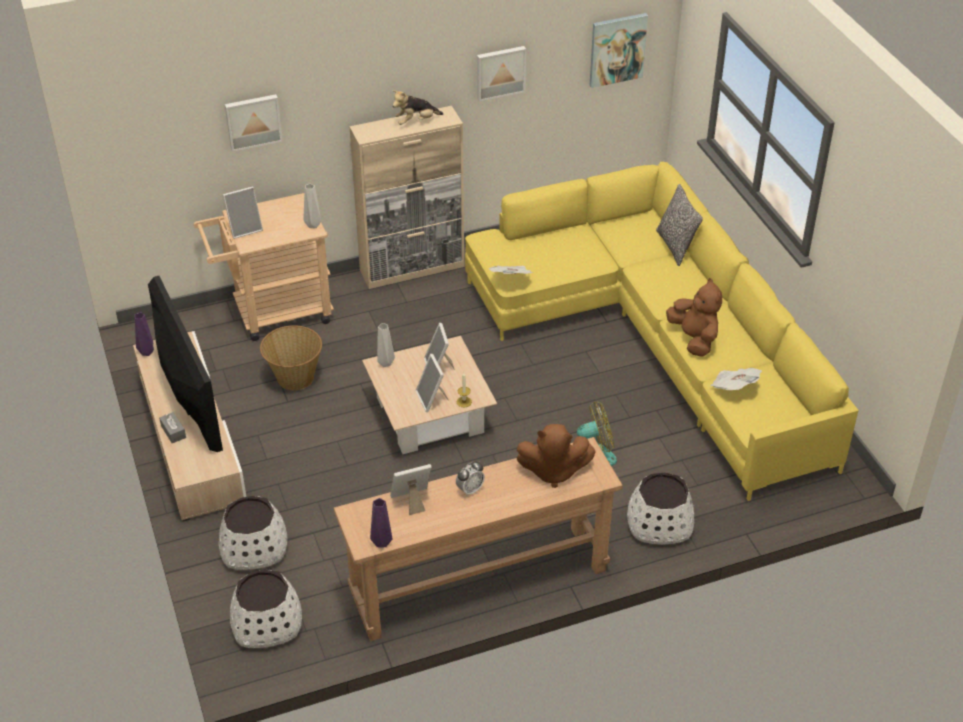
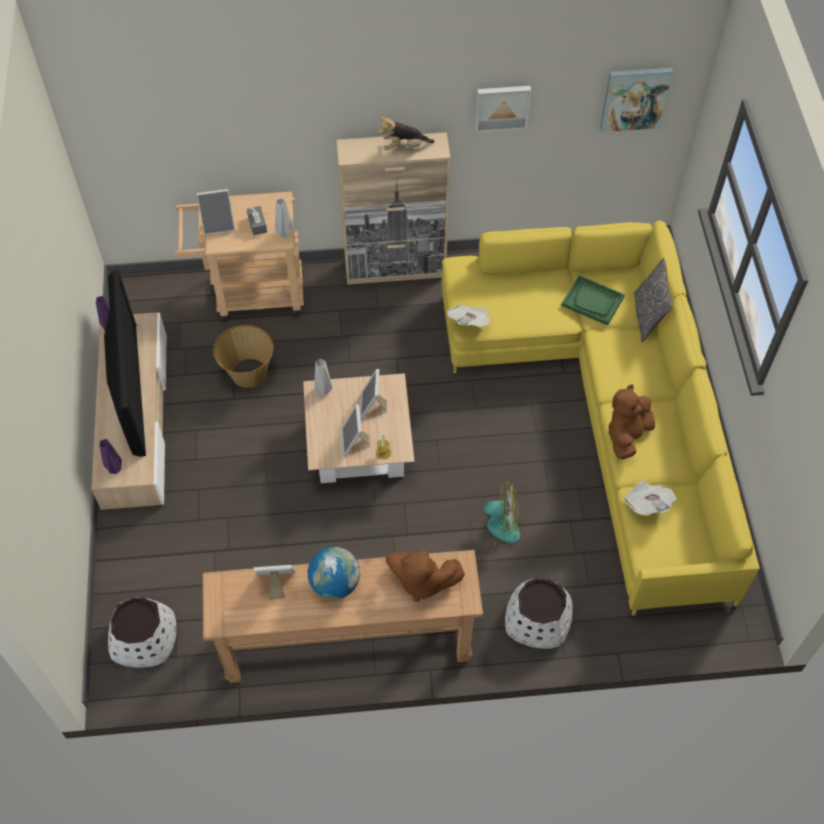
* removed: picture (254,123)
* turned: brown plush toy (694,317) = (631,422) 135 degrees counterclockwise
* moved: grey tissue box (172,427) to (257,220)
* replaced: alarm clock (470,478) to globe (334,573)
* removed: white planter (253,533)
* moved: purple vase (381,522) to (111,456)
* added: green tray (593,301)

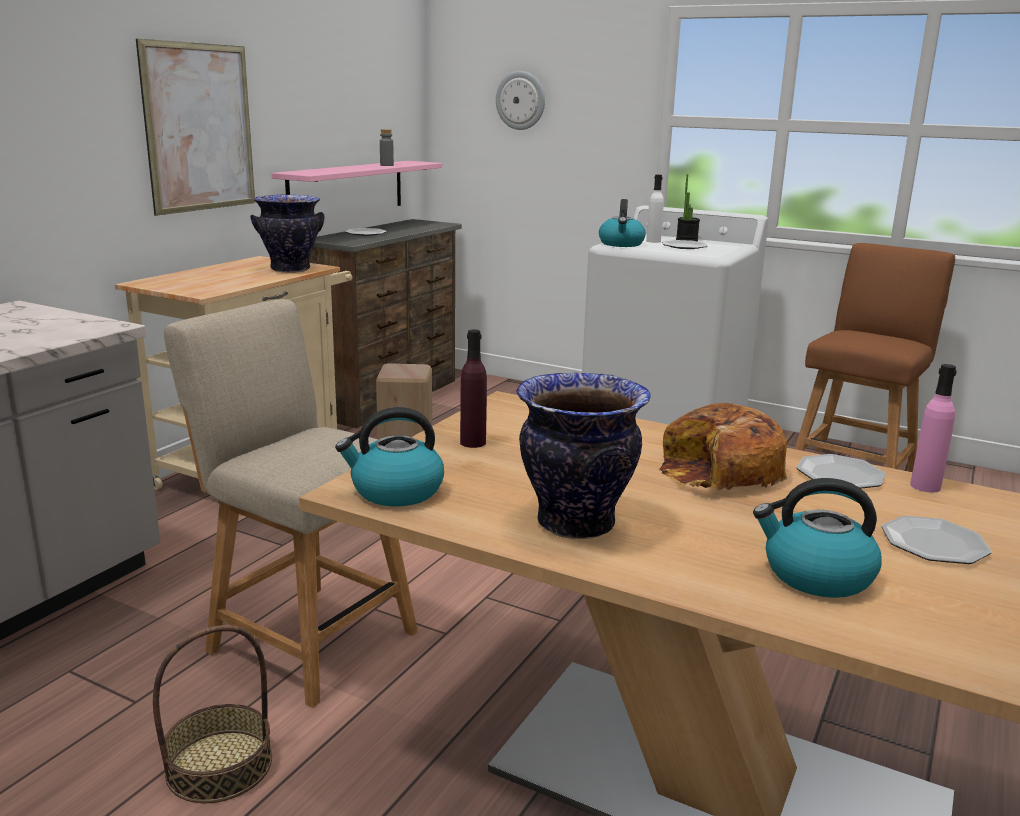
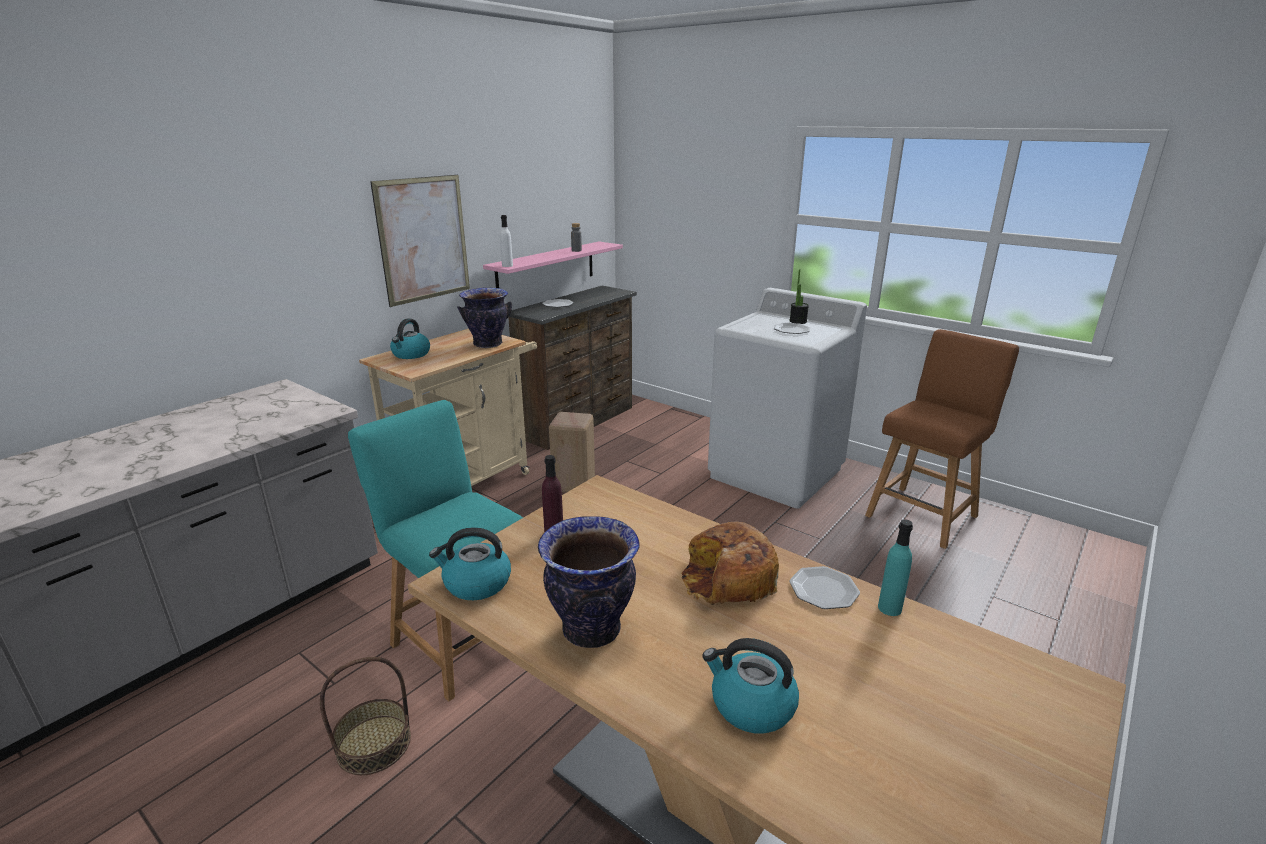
* removed: wall clock (520,100)
* moved: white bottle (655,209) to (506,241)
* moved: kettle (622,223) to (410,338)
* recoloured: beige chair (291,503) to turquoise chair (435,551)
* recoloured: pink bottle (933,428) to turquoise bottle (895,567)
* removed: plate (937,540)

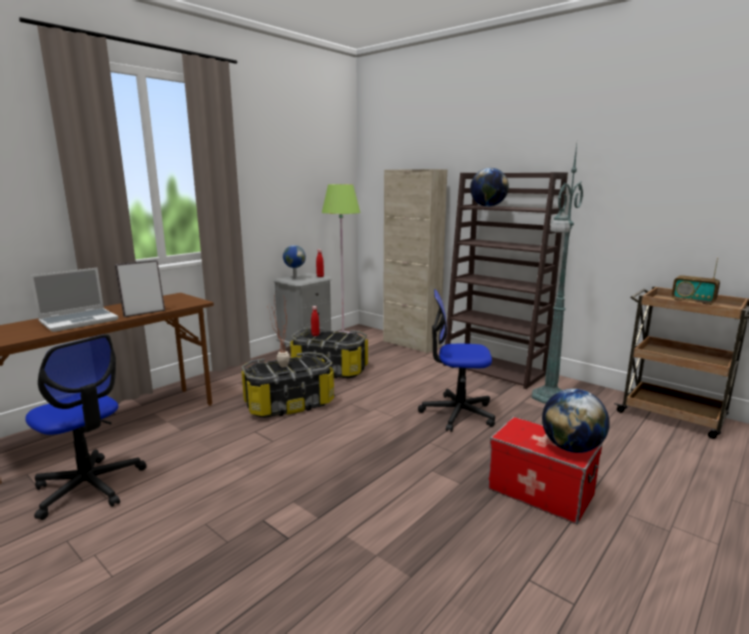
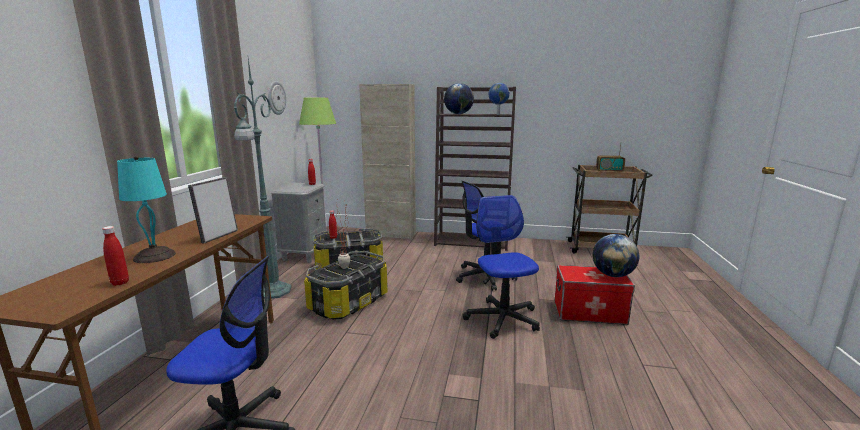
* moved: green floor lamp (557,274) to (262,179)
* moved: globe (294,262) to (499,99)
* replaced: laptop (74,300) to turquoise table lamp (146,209)
* added: wall clock (277,98)
* added: office chair (501,267)
* added: red bottle (115,256)

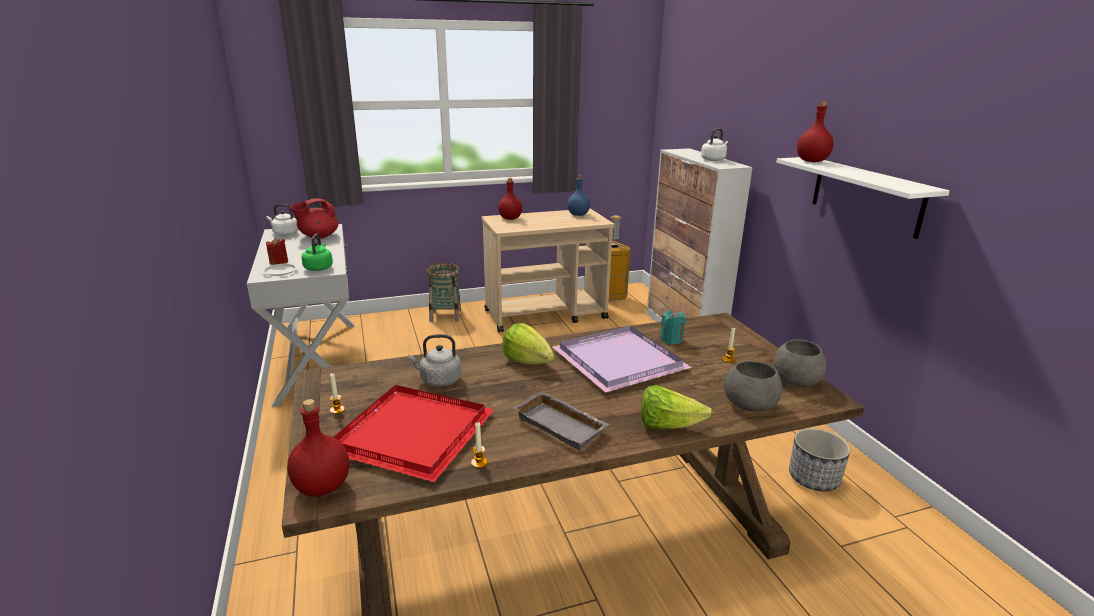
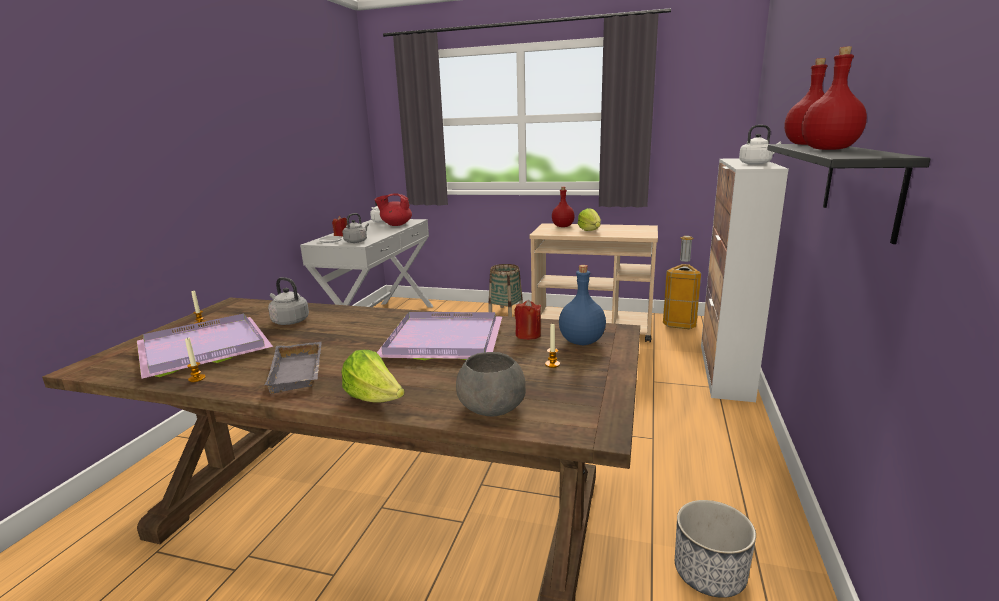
* recoloured: white shelf (863,198) to black shelf (849,194)
* moved: blue bottle (579,195) to (582,305)
* recoloured: green kettle (317,252) to grey kettle (356,228)
* recoloured: turquoise candle (673,327) to red candle (528,320)
* moved: lettuce (528,344) to (589,219)
* removed: grey bowl (799,363)
* recoloured: red tray (414,433) to purple tray (205,346)
* moved: red bottle (318,448) to (834,98)

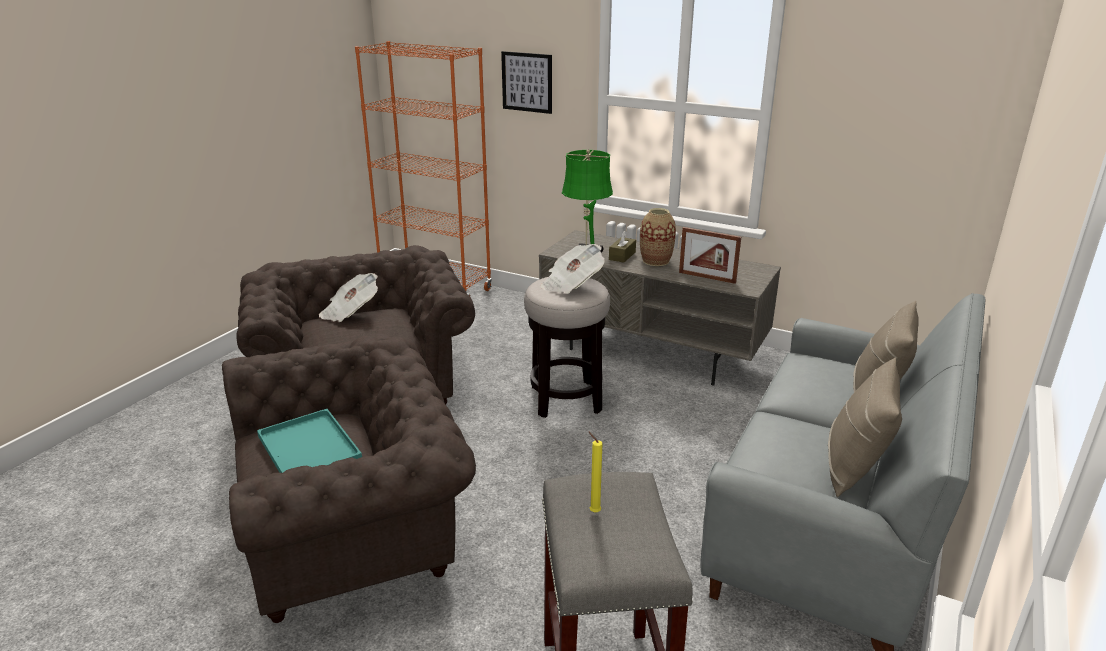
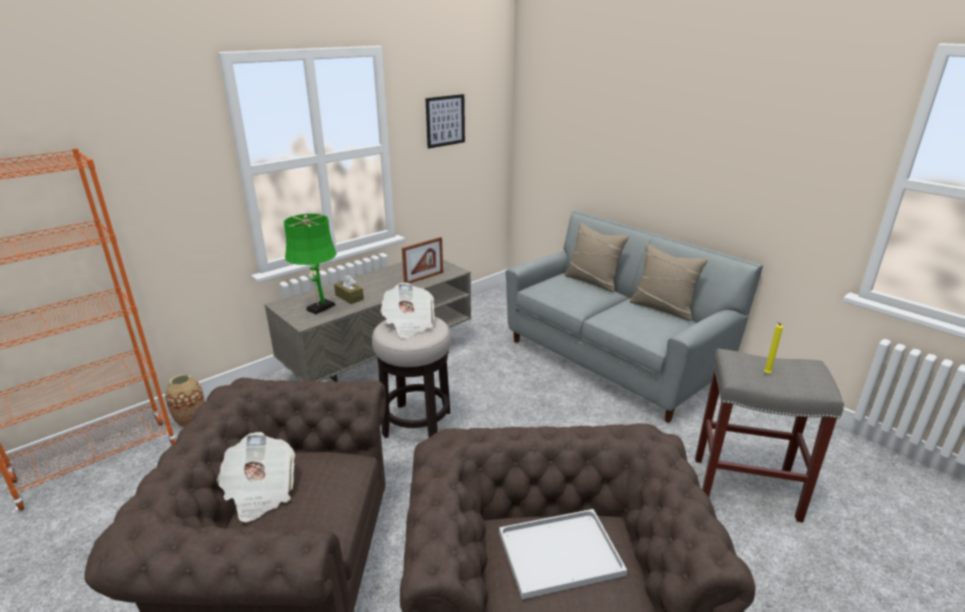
* moved: picture (526,82) to (445,121)
* moved: vase (658,237) to (185,401)
* recoloured: turquoise tray (309,441) to white tray (563,554)

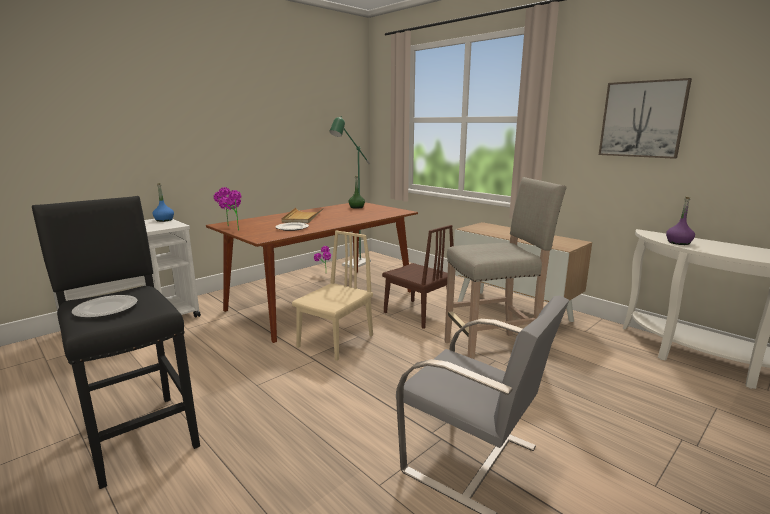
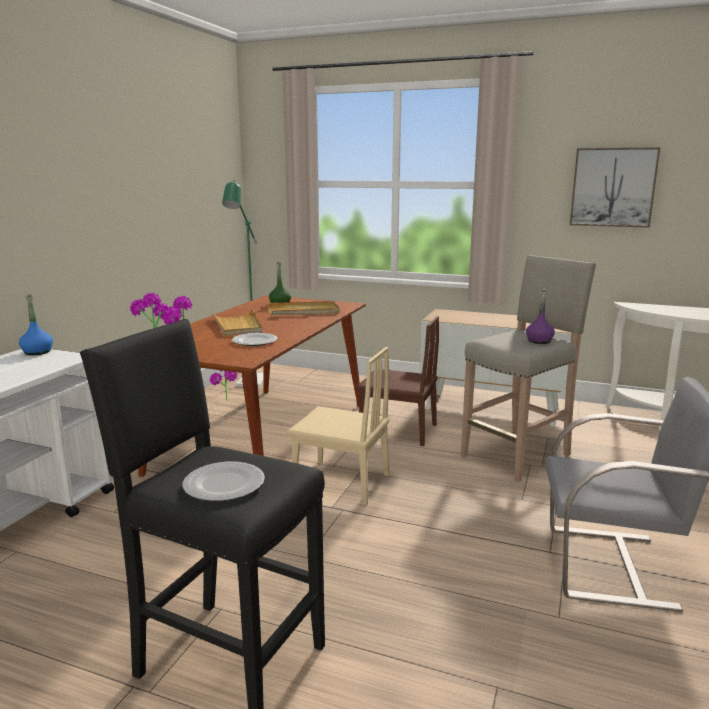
* moved: purple bottle (680,221) to (540,316)
* turned: beige chair (332,295) = (338,426) 105 degrees clockwise
* added: beige tray (304,308)

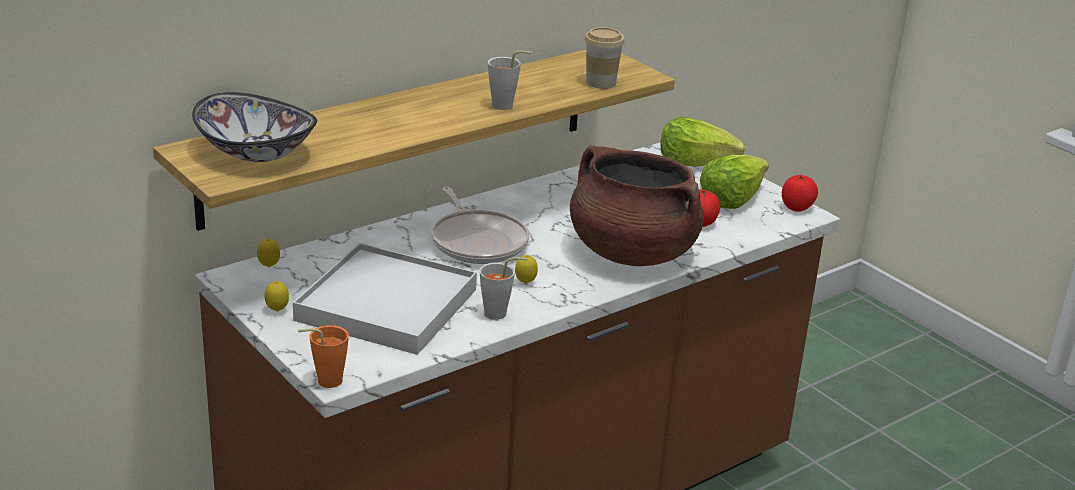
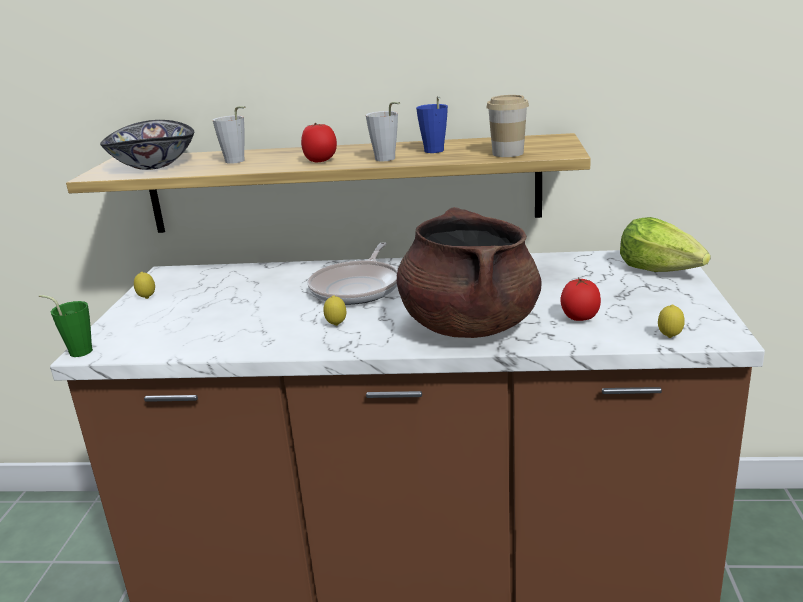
* removed: lettuce (734,182)
* moved: tomato (800,193) to (319,142)
* moved: lemon (268,252) to (671,321)
* removed: white tray (385,299)
* moved: grey cup (503,288) to (229,135)
* recoloured: orange cup (323,356) to green cup (66,326)
* added: blue cup (432,124)

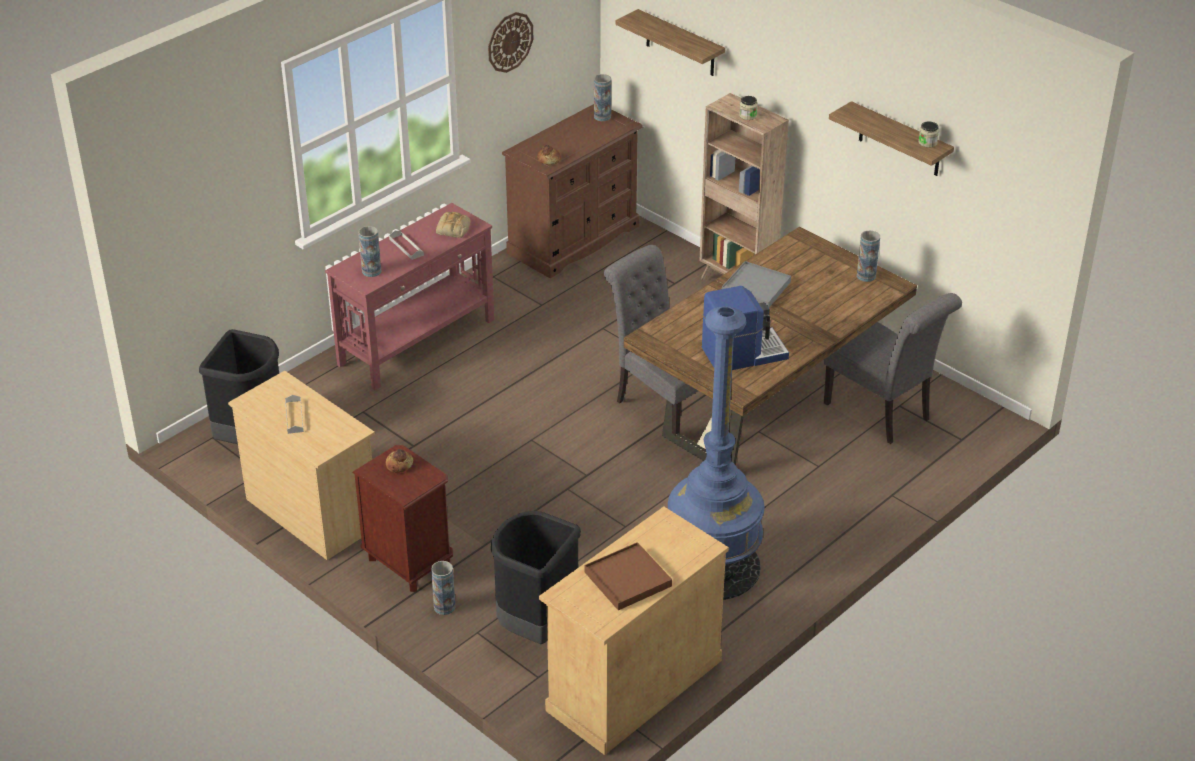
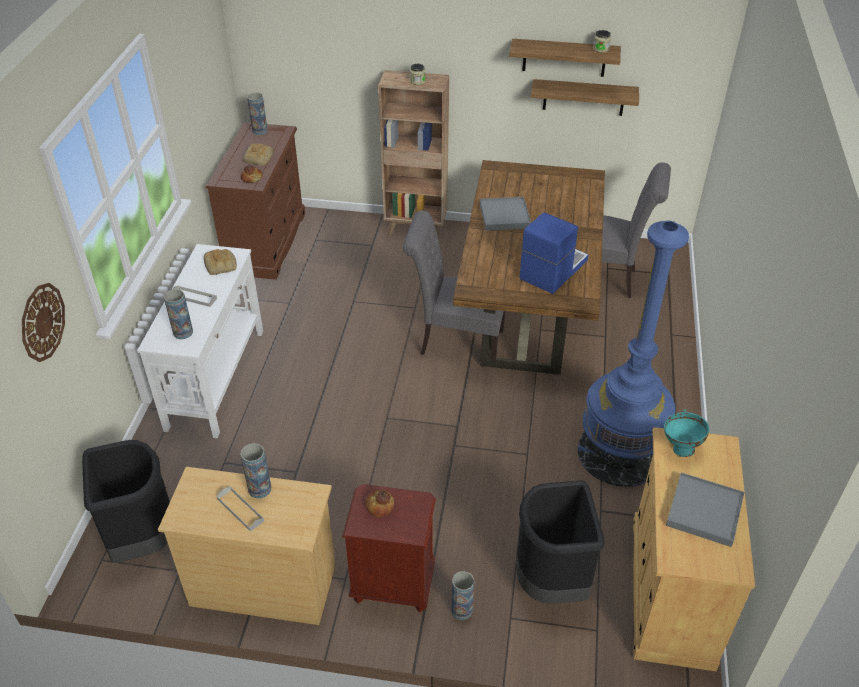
* moved: shelf (670,42) to (585,97)
* moved: wall clock (510,42) to (43,322)
* recoloured: red console table (409,296) to white console table (200,341)
* moved: vase (868,256) to (255,470)
* recoloured: brown tray (628,576) to grey tray (705,509)
* added: bread (258,154)
* added: turquoise bowl (686,433)

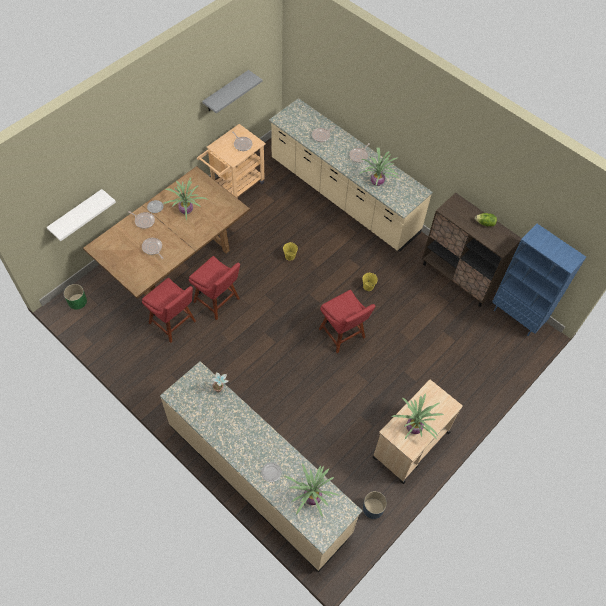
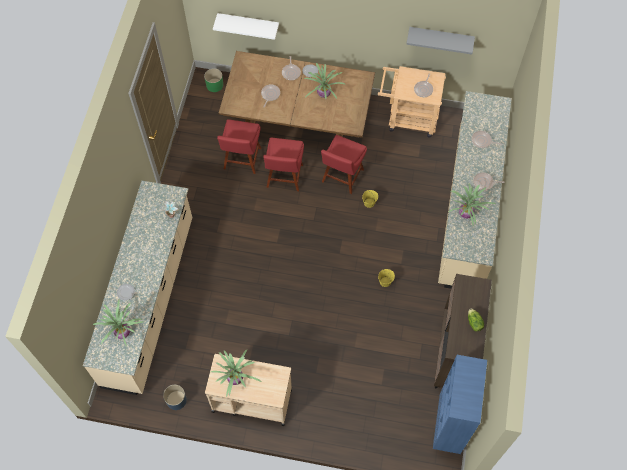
* moved: red chair (347,321) to (344,164)

